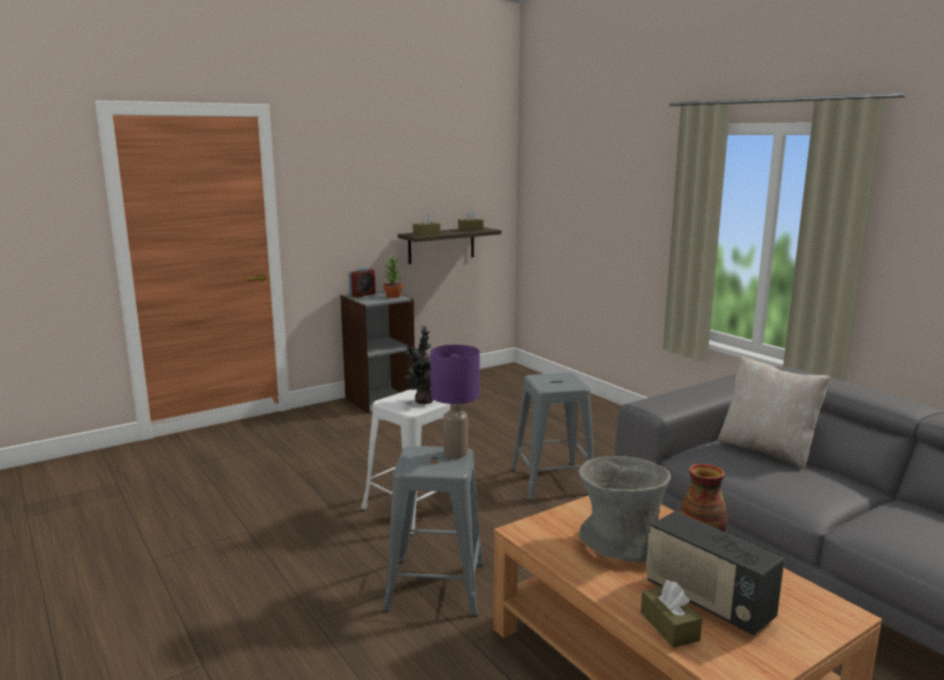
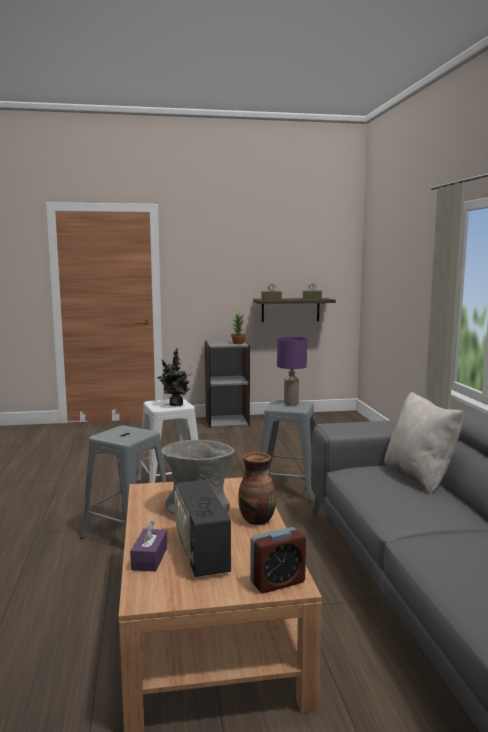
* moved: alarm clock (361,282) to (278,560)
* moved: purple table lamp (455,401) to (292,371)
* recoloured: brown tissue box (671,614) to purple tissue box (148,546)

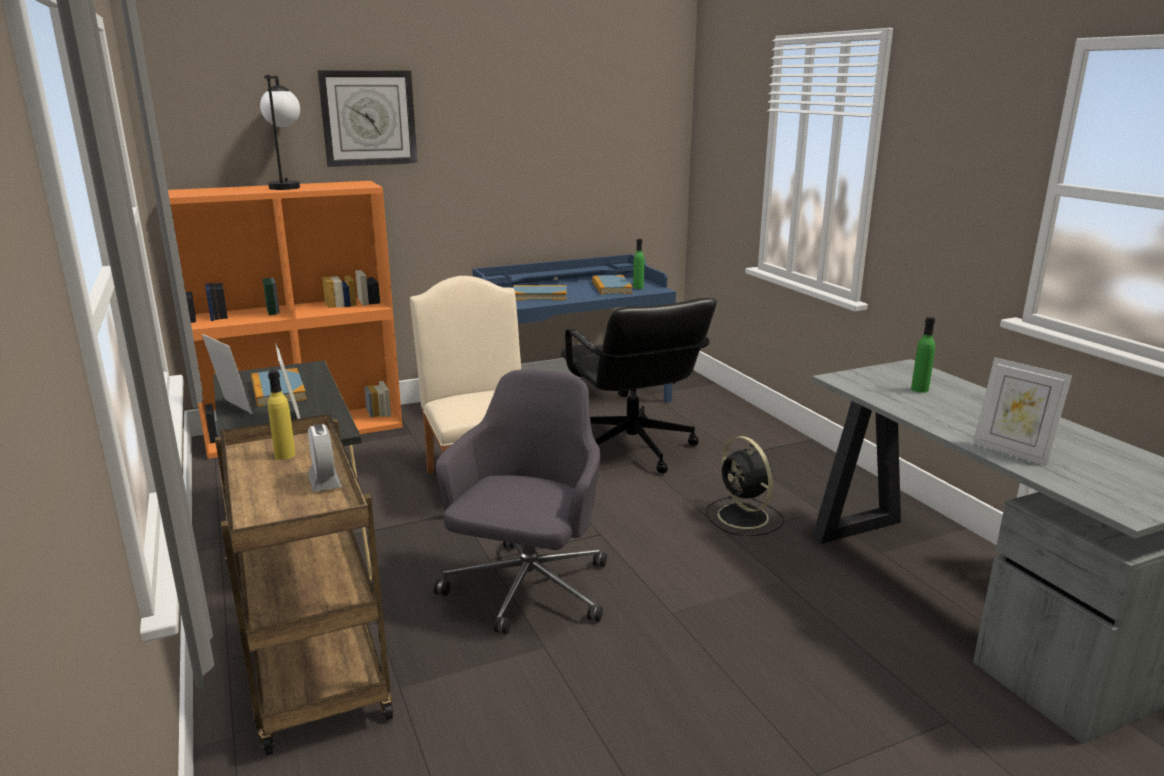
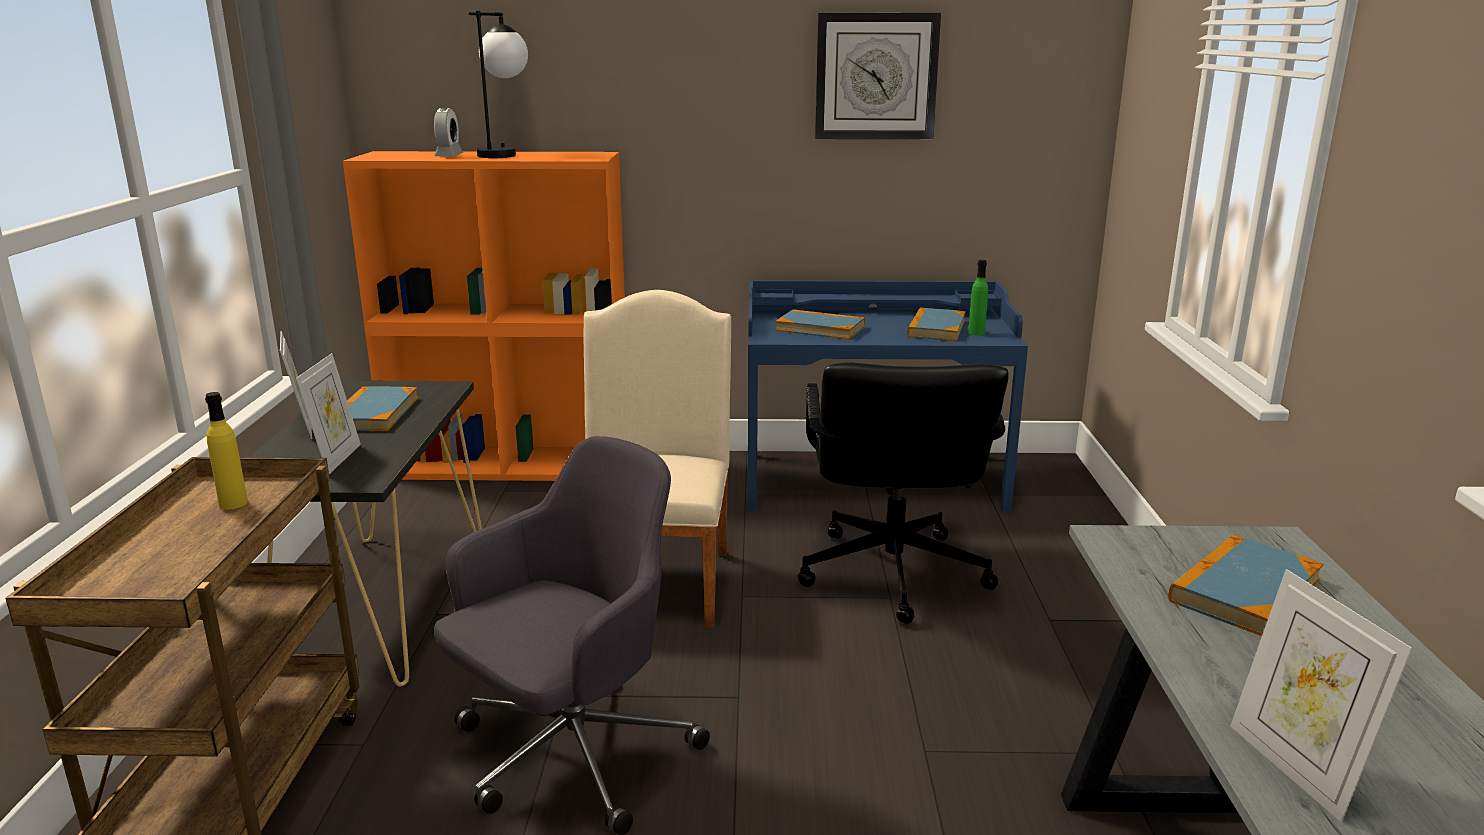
* moved: wall clock (367,118) to (878,76)
* replaced: green bottle (923,355) to book (1246,585)
* moved: alarm clock (325,458) to (448,132)
* removed: black fan (745,486)

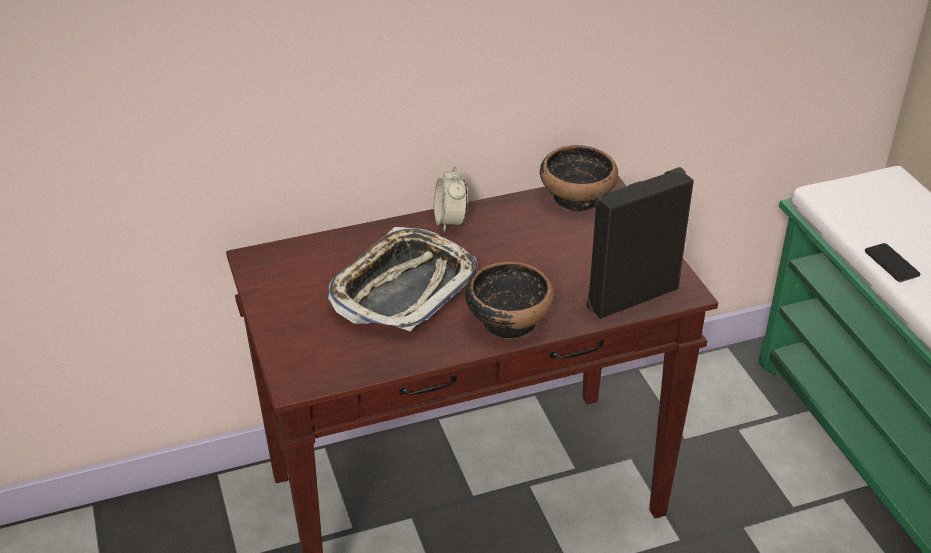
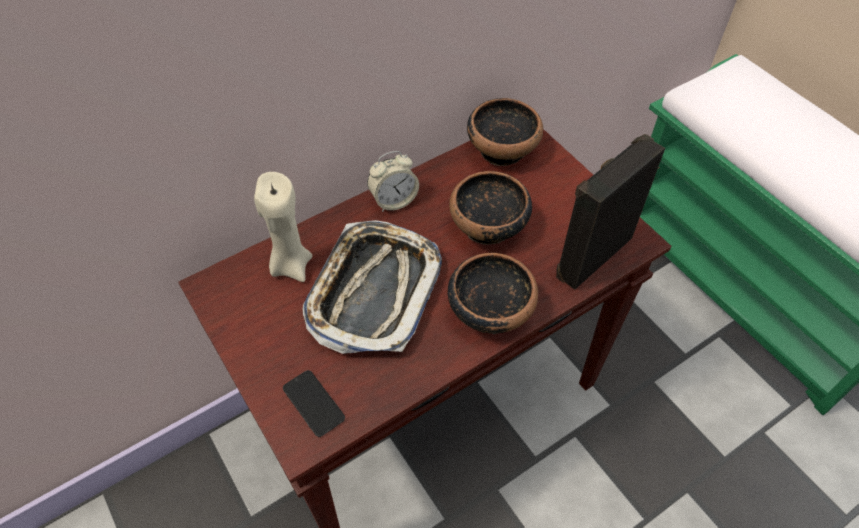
* turned: alarm clock (450,199) = (393,181) 90 degrees counterclockwise
* moved: phone (892,262) to (314,403)
* added: bowl (490,208)
* added: beige candle (283,227)

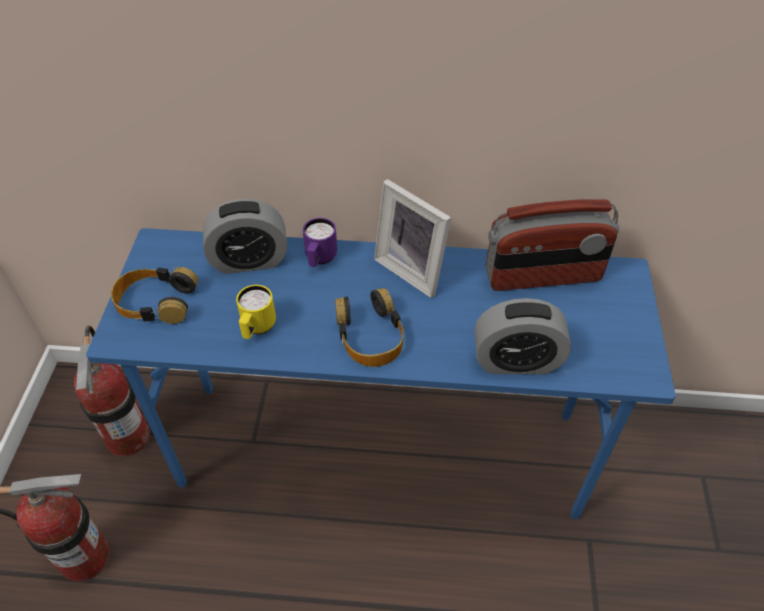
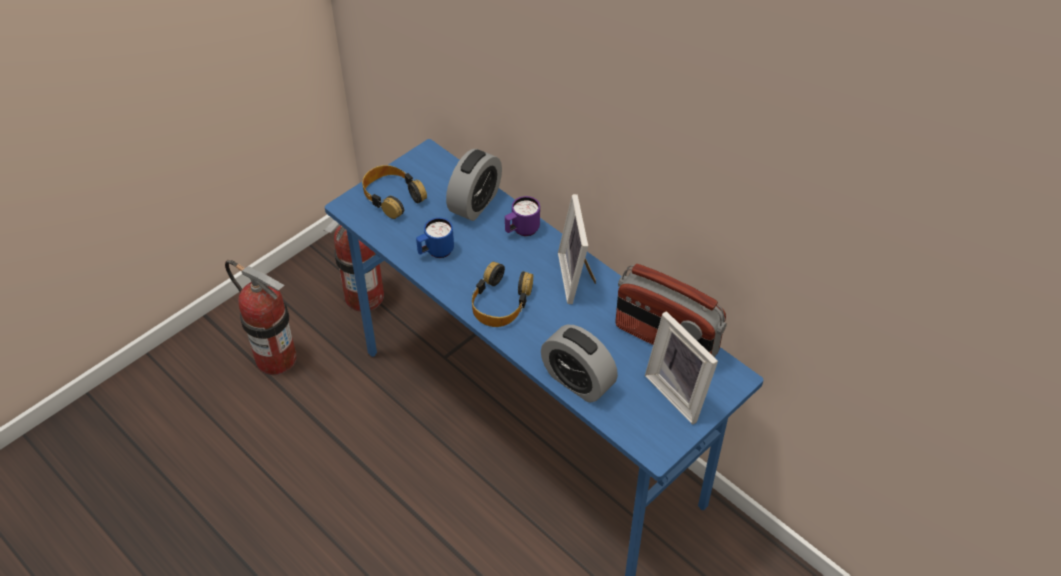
* turned: alarm clock (245,236) = (474,185) 90 degrees counterclockwise
* recoloured: yellow mug (256,312) to blue mug (435,238)
* added: picture frame (681,367)

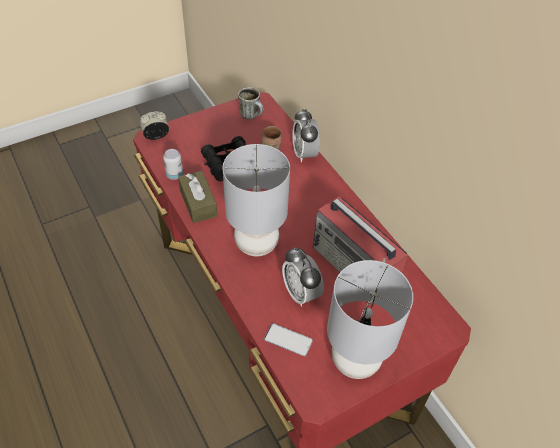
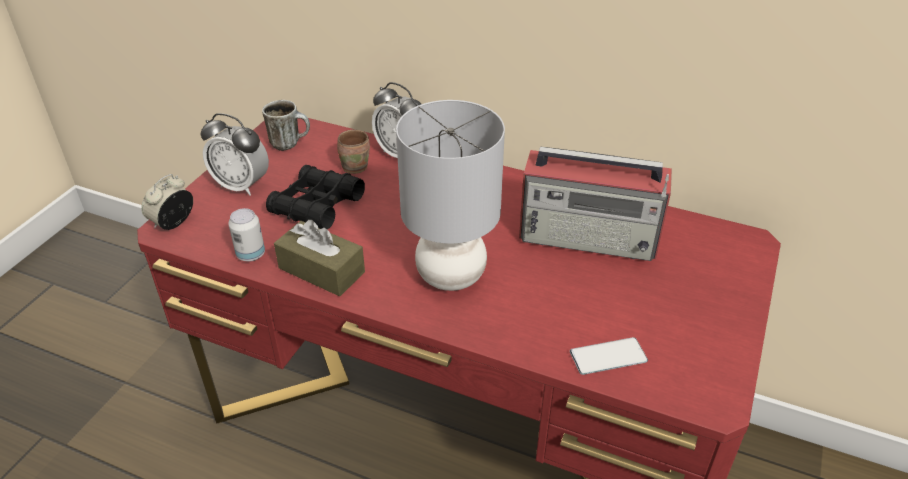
* moved: alarm clock (303,277) to (235,154)
* removed: grey table lamp (370,319)

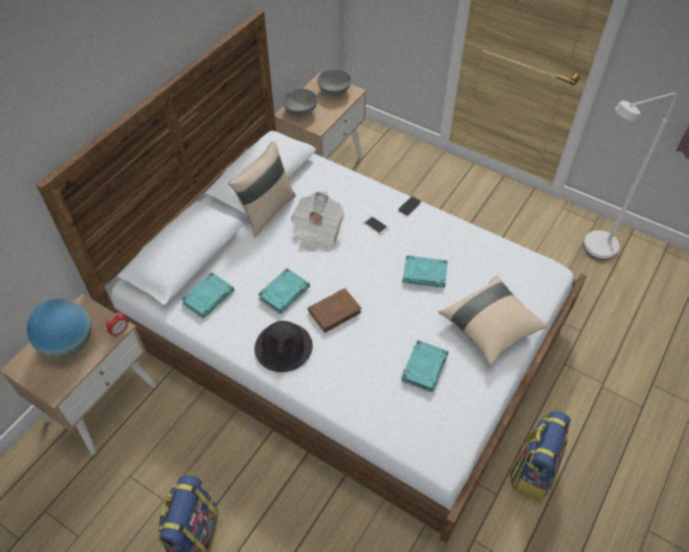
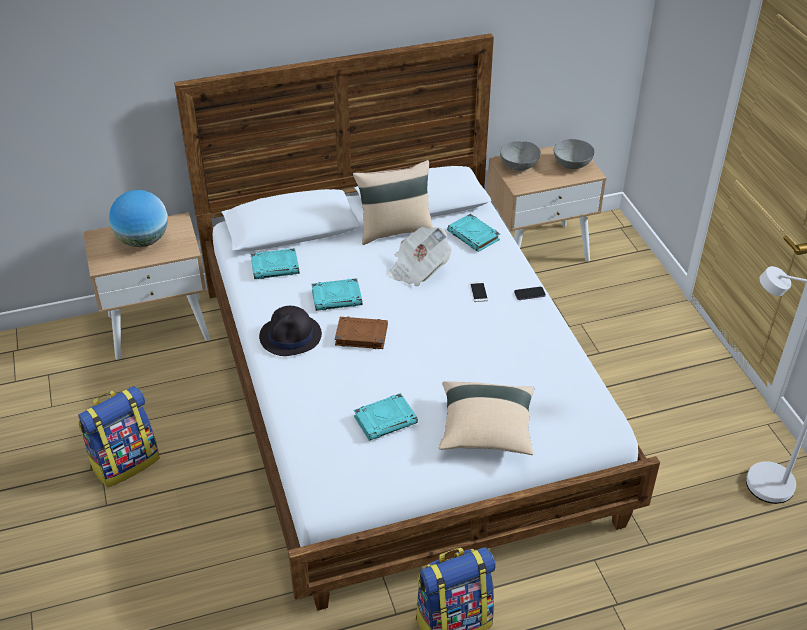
* moved: turquoise book (425,271) to (473,233)
* removed: alarm clock (117,324)

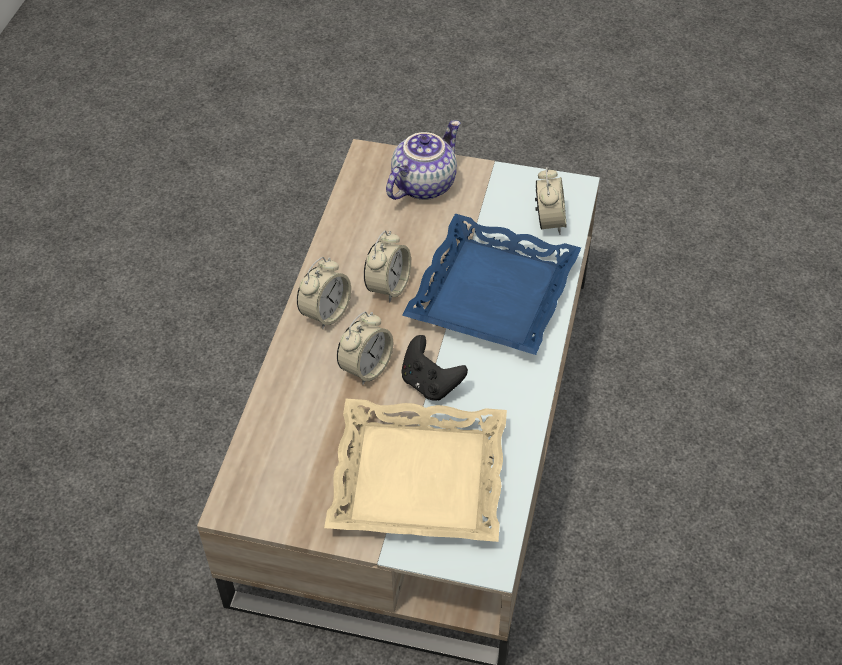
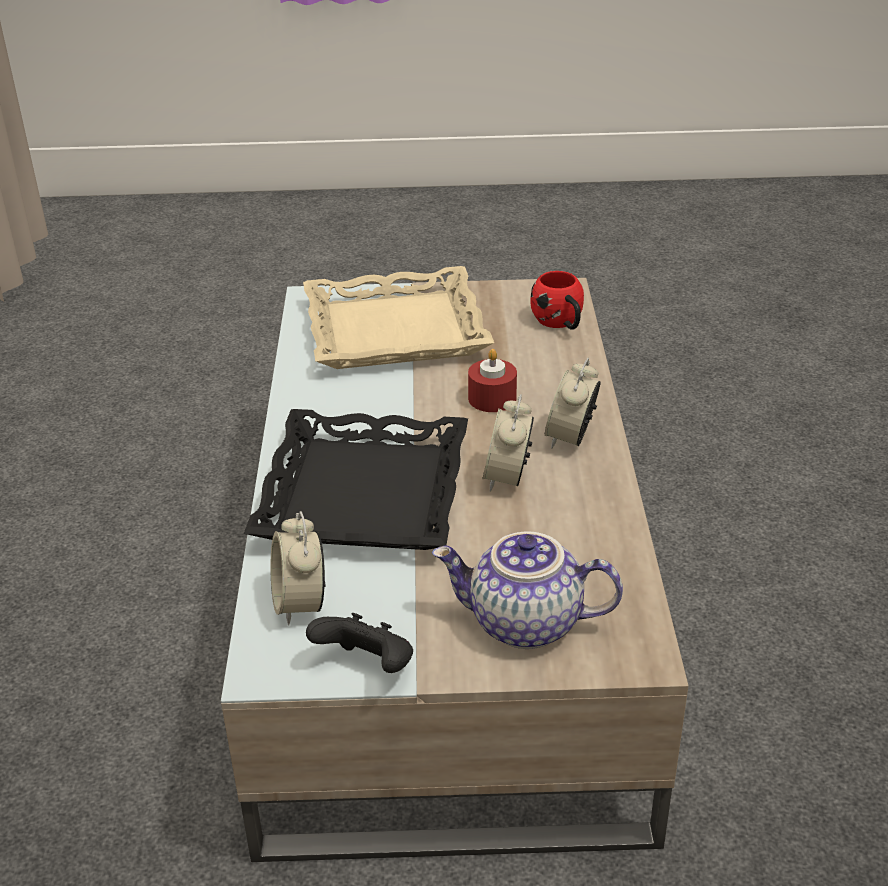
* turned: teapot (423,160) = (527,590) 75 degrees clockwise
* recoloured: blue tray (491,284) to black tray (356,479)
* replaced: alarm clock (365,348) to red candle (492,380)
* moved: black game controller (434,368) to (359,643)
* added: red mug (557,300)

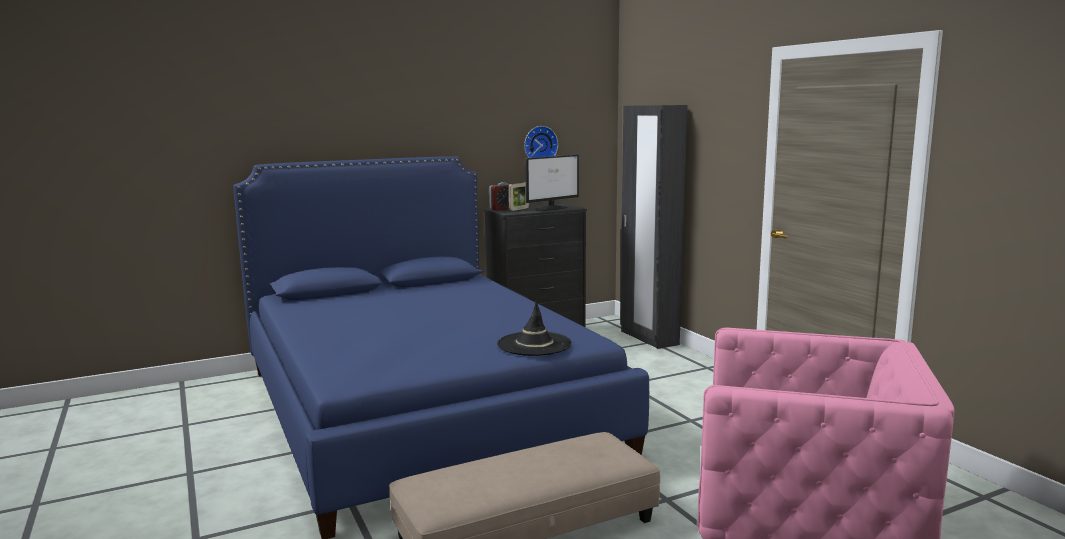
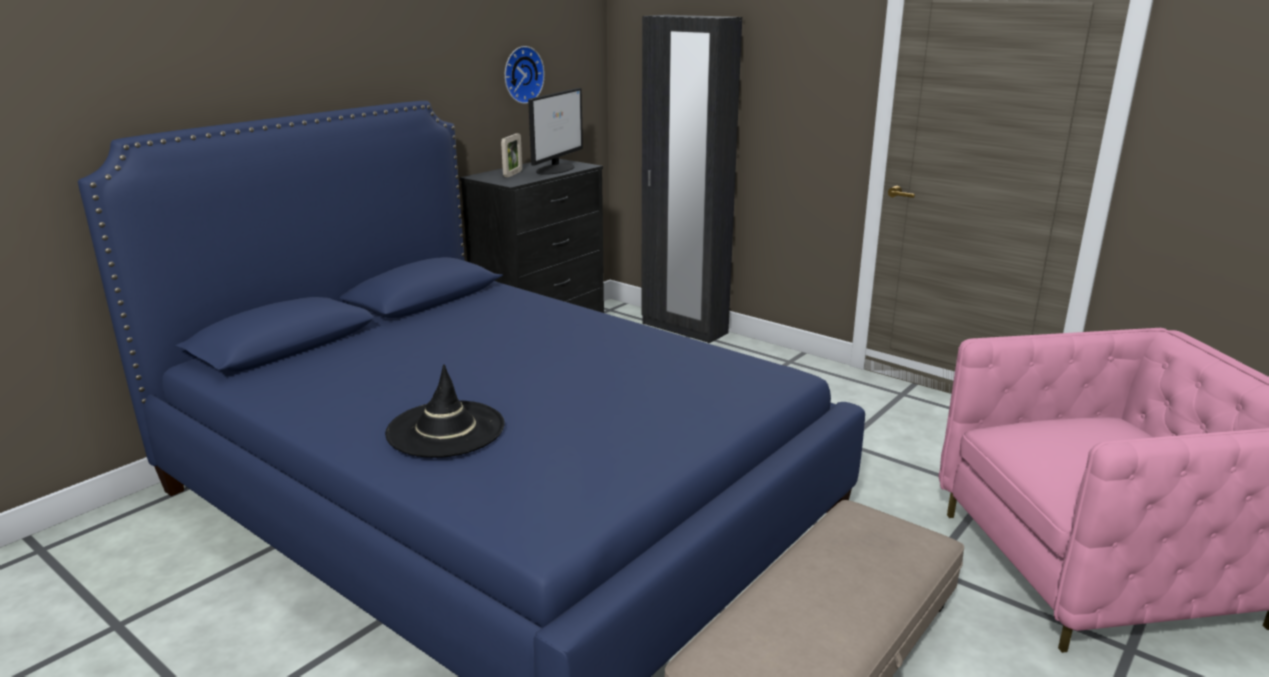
* removed: alarm clock (499,196)
* moved: black hat (534,328) to (444,411)

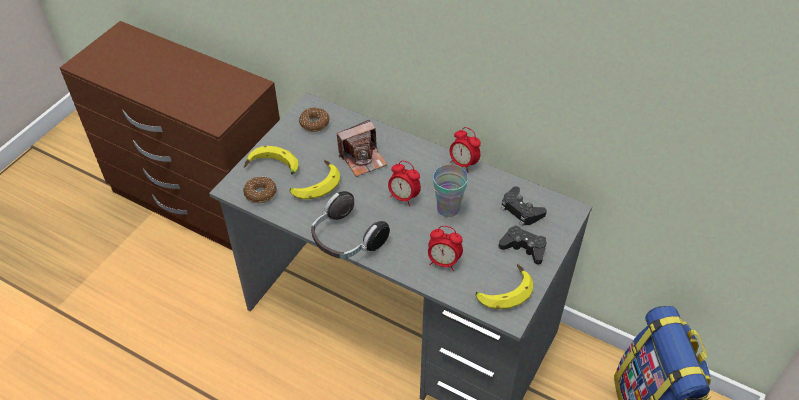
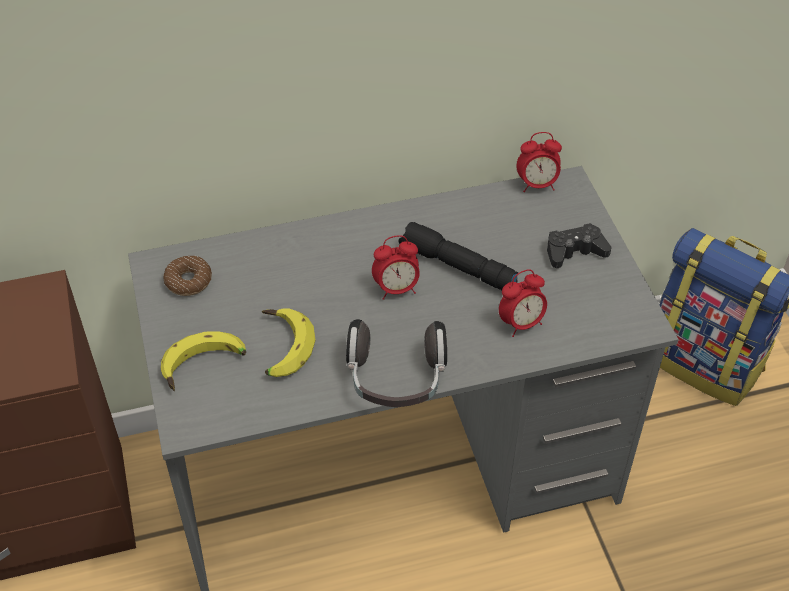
* removed: photo camera (362,148)
* moved: alarm clock (465,150) to (539,162)
* replaced: cup (450,190) to black flashlight (458,256)
* removed: donut (260,189)
* removed: black game controller (524,206)
* removed: banana (504,286)

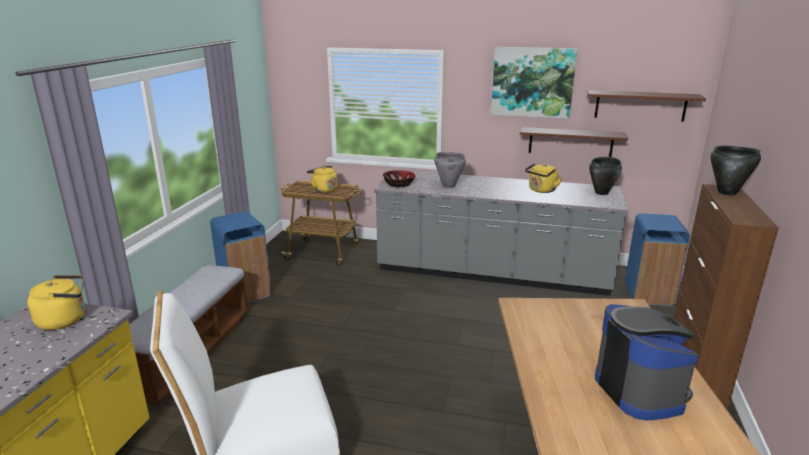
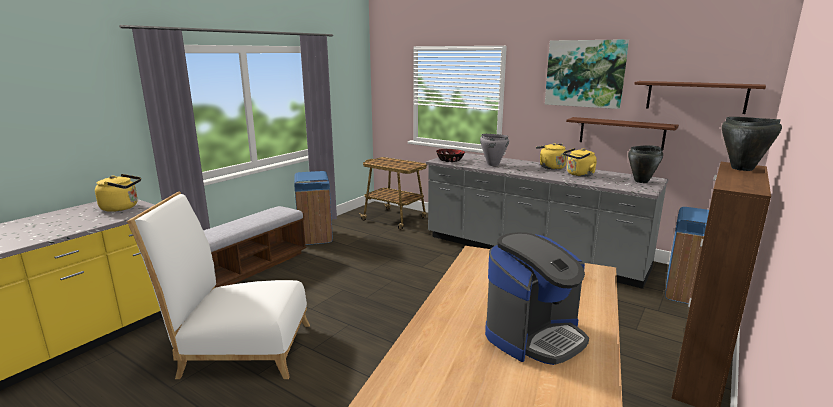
* moved: yellow kettle (322,179) to (551,156)
* turned: coffee machine (646,362) = (537,298) 45 degrees clockwise

